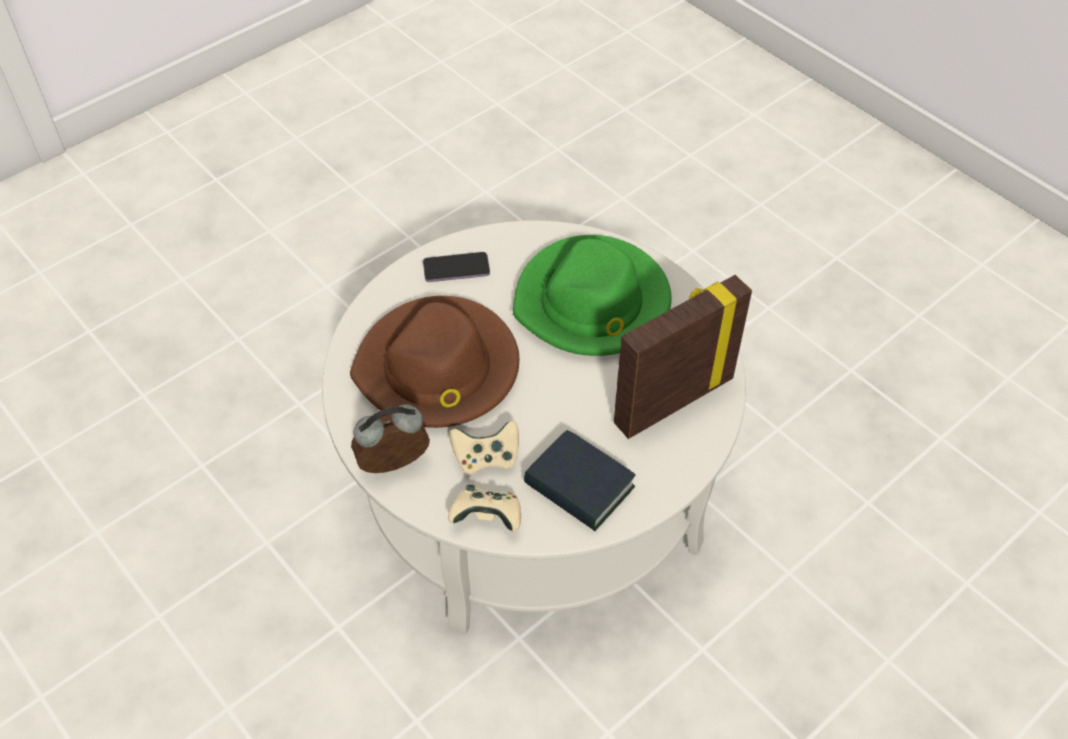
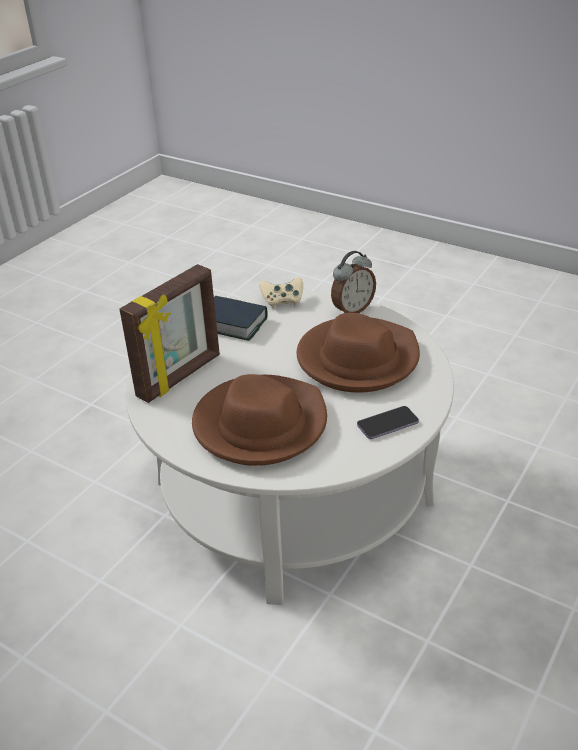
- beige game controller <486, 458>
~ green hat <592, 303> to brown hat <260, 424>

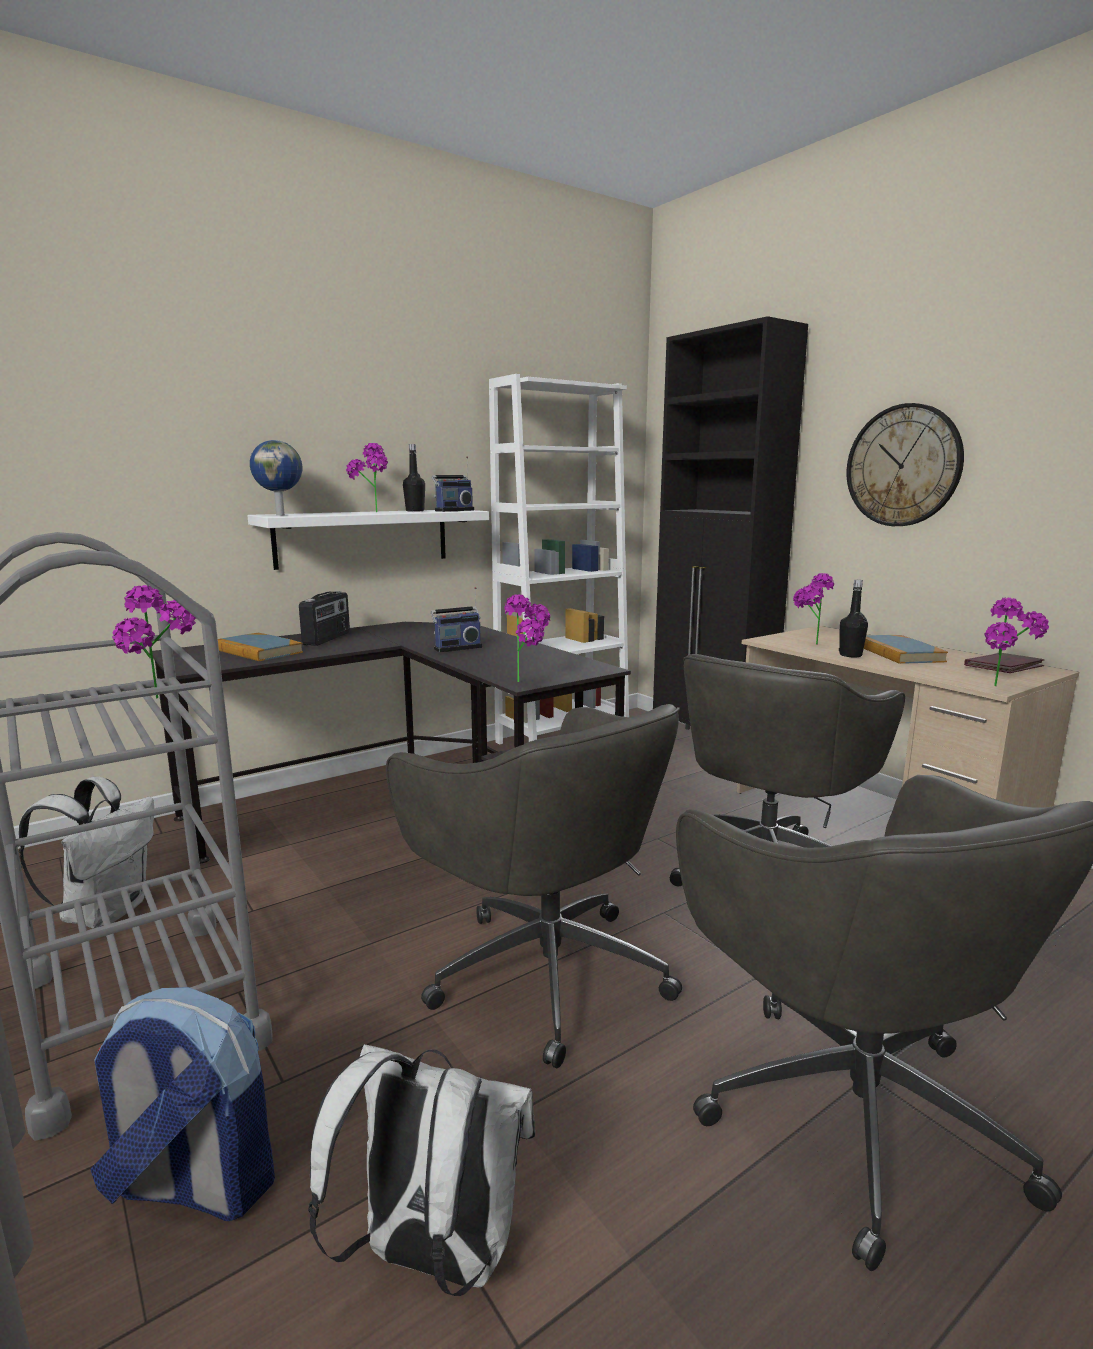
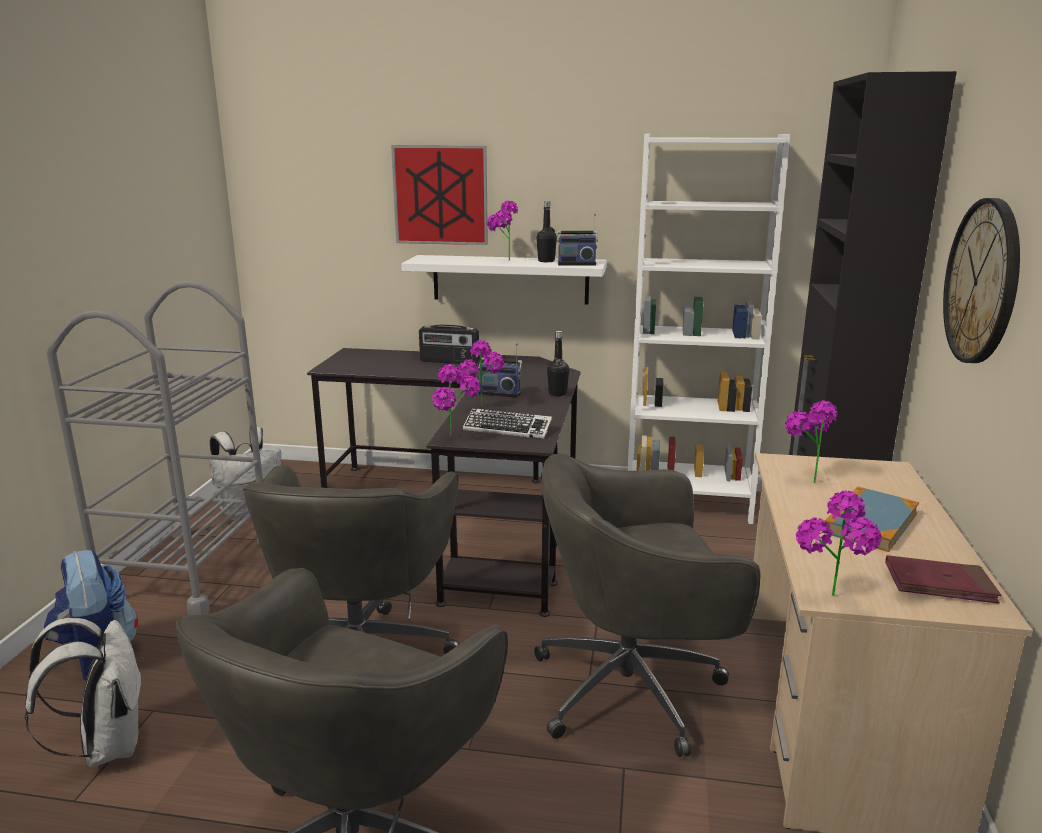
- book <258, 651>
- globe <281, 515>
+ picture <440, 195>
+ keyboard <507, 429>
~ potted plant <164, 700> to <482, 408>
~ black bottle <850, 655> to <557, 394>
~ radio <327, 639> = <449, 362> 45 degrees clockwise

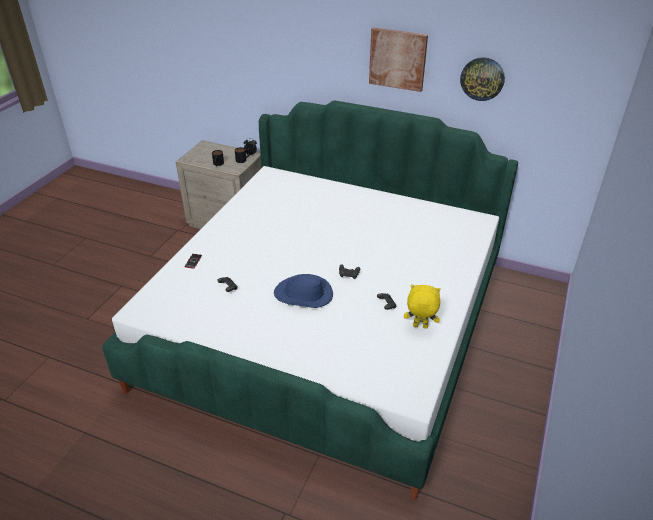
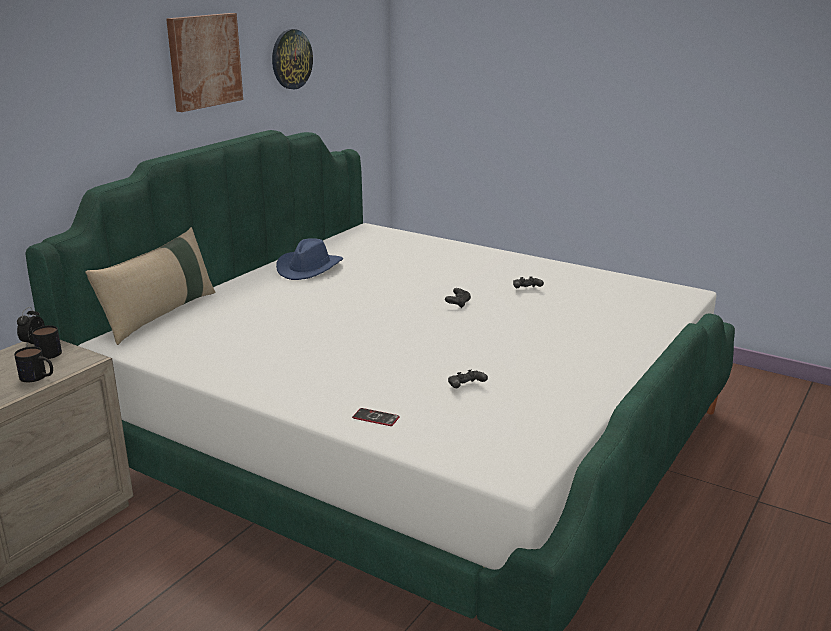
- yellow plush toy <420, 327>
+ beige pillow <160, 315>
~ blue hat <303, 295> to <309, 268>

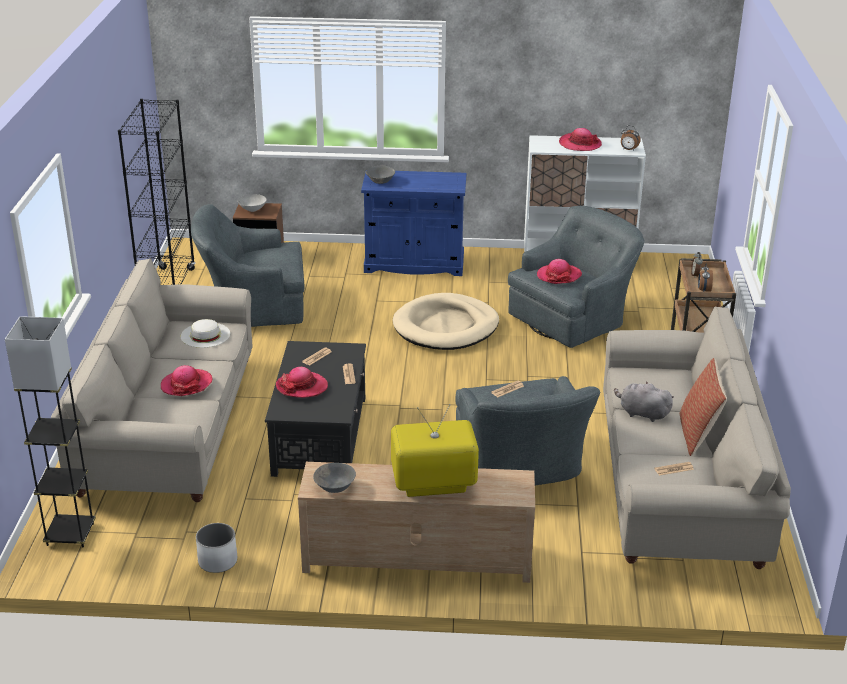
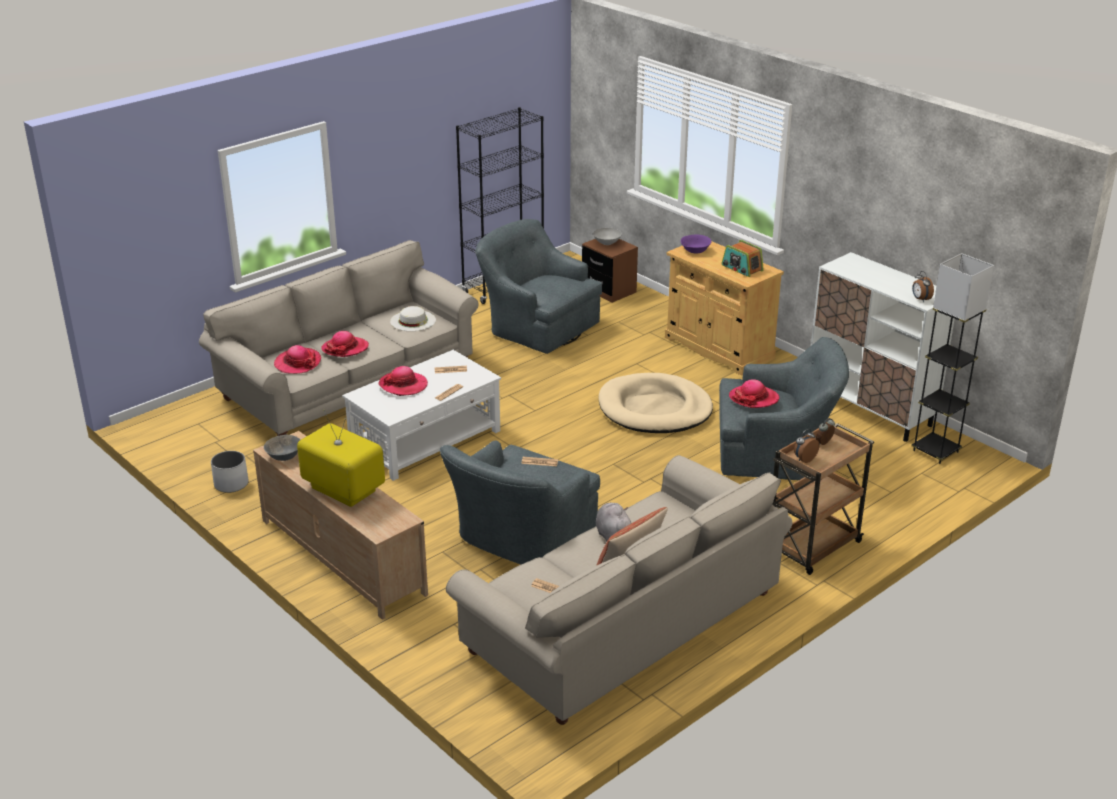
+ radio <742, 268>
~ grey floor lamp <70, 534> to <935, 451>
~ hat <580, 144> to <297, 363>
~ black coffee table <320, 435> to white coffee table <426, 440>
~ blue cabinet <414, 264> to beige cabinet <718, 348>
~ grey bowl <380, 181> to purple bowl <695, 250>

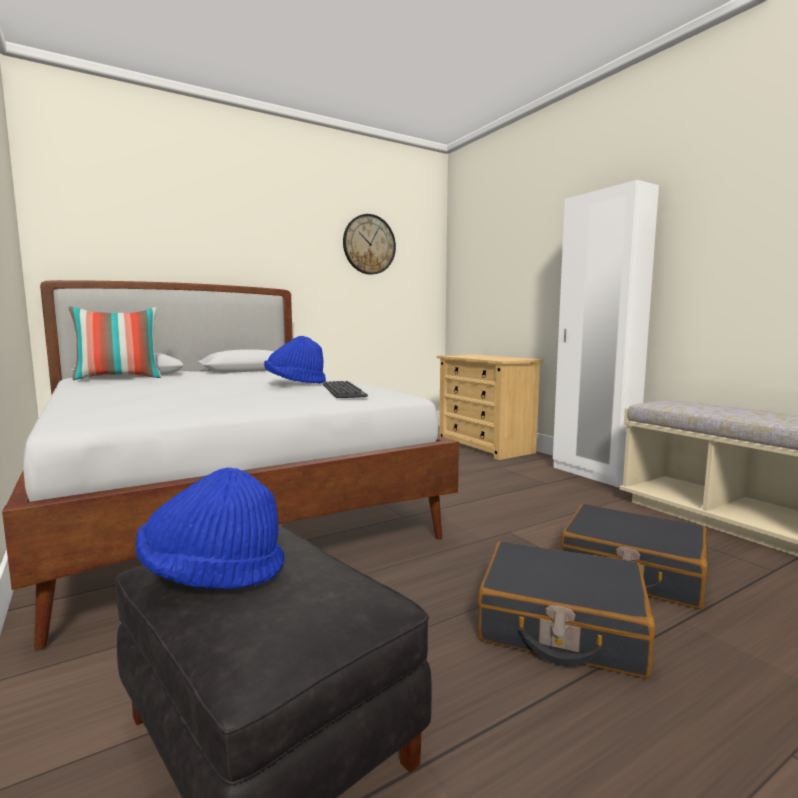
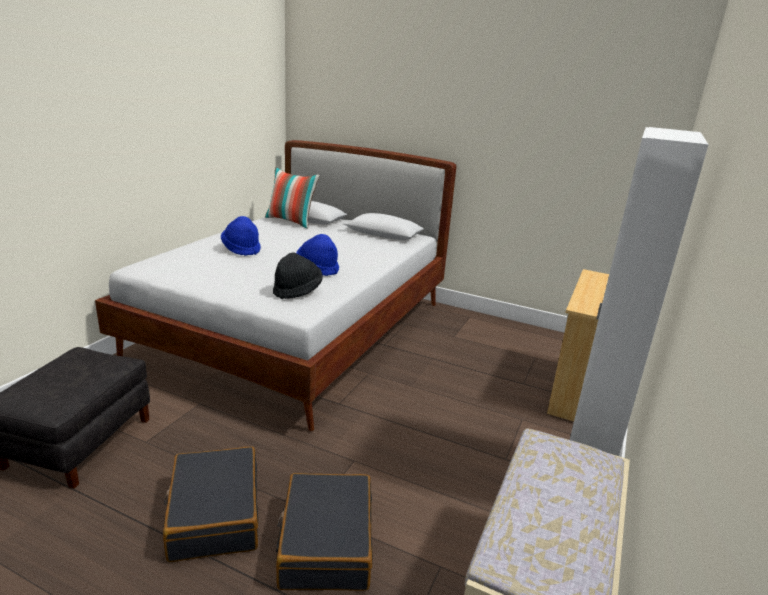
- wall clock <369, 244>
~ blue hat <213, 574> to <241, 249>
~ keyboard <343, 391> to black hat <297, 291>

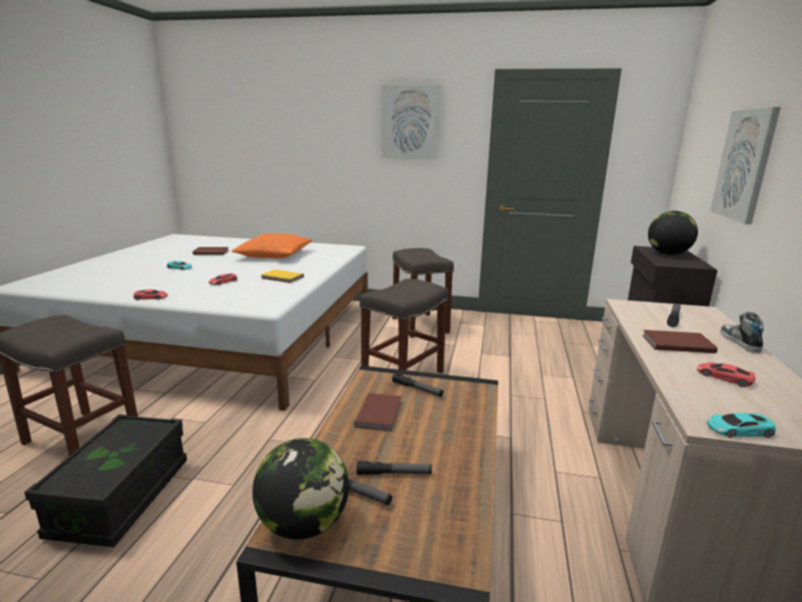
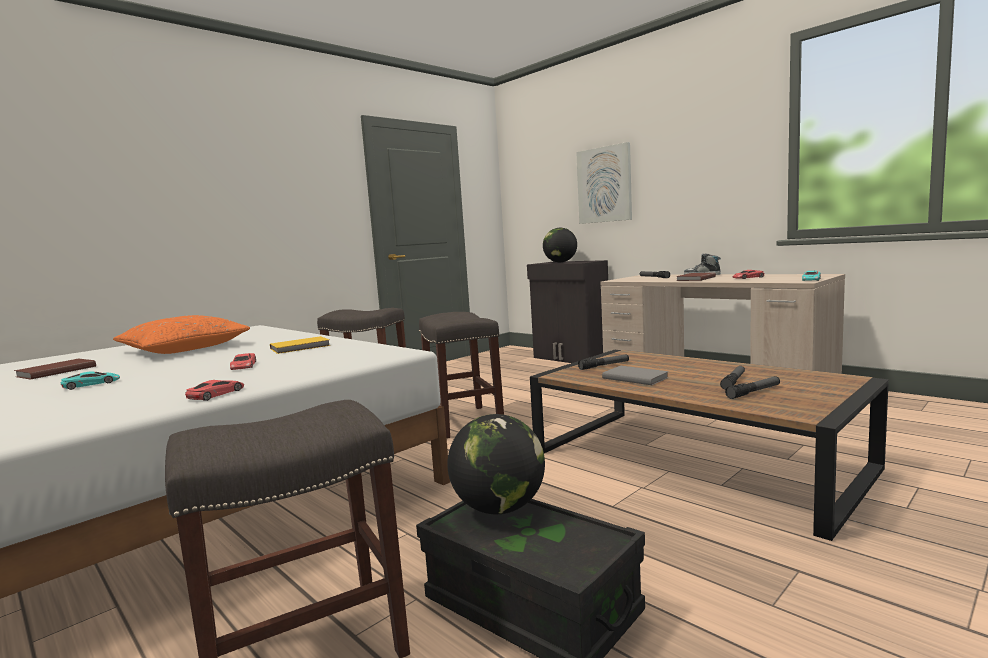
- picture <410, 122>
~ globe <303, 524> to <499, 508>
~ brown book <380, 413> to grey book <635, 377>

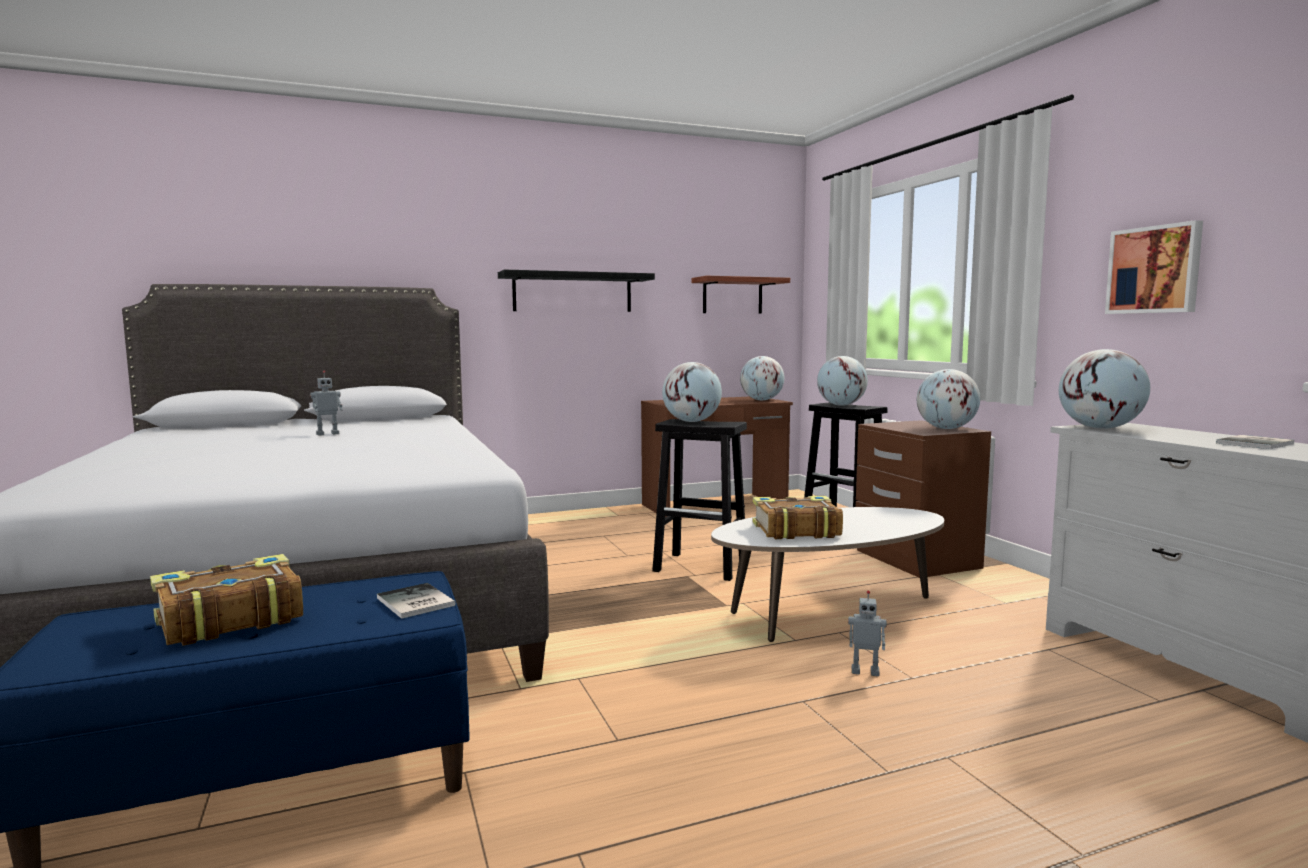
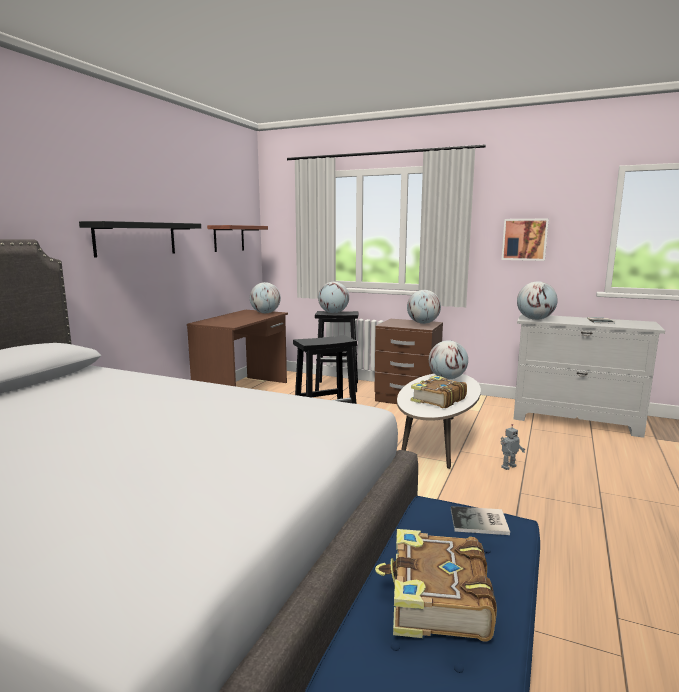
- toy robot <327, 434>
~ globe <691, 421> to <447, 378>

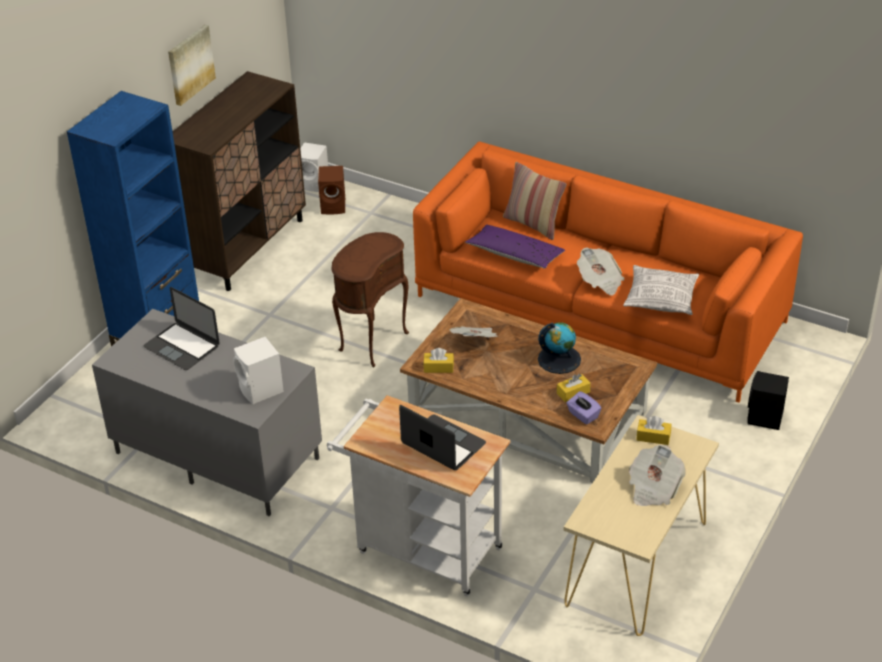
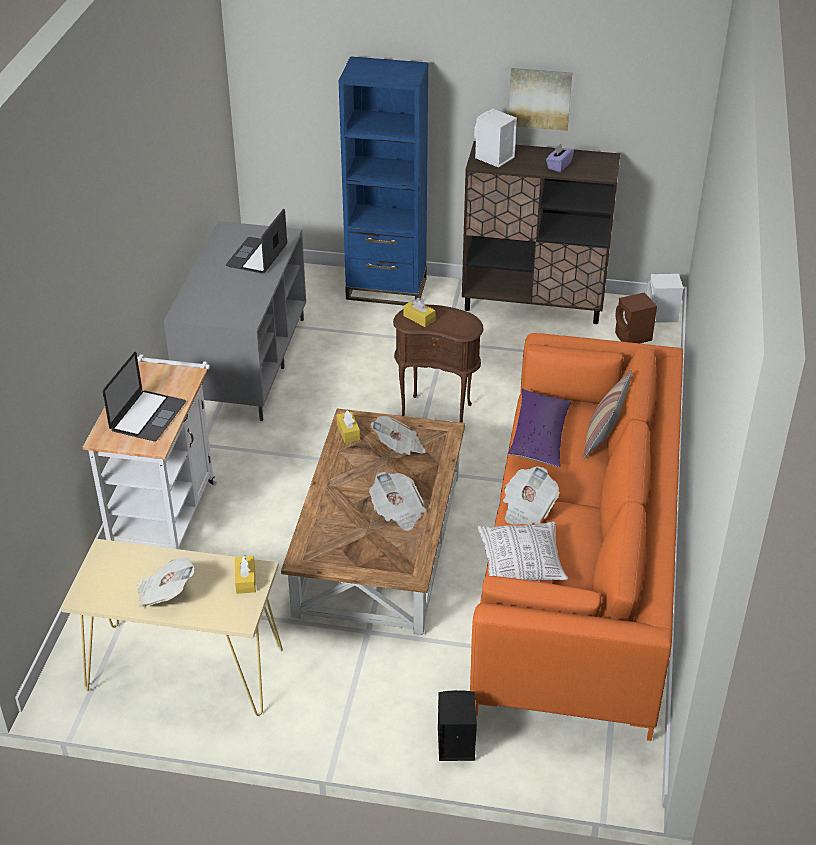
~ white speaker <261, 390> to <493, 158>
~ yellow tissue box <573, 393> to <419, 318>
~ purple tissue box <583, 415> to <559, 166>
~ globe <559, 359> to newspaper <397, 512>

